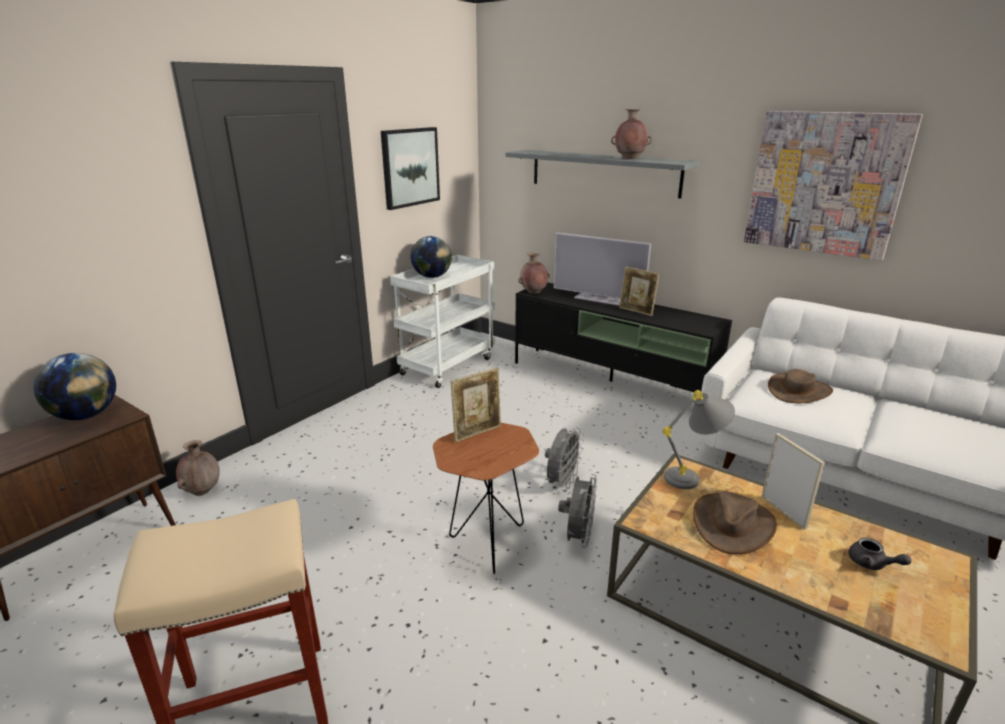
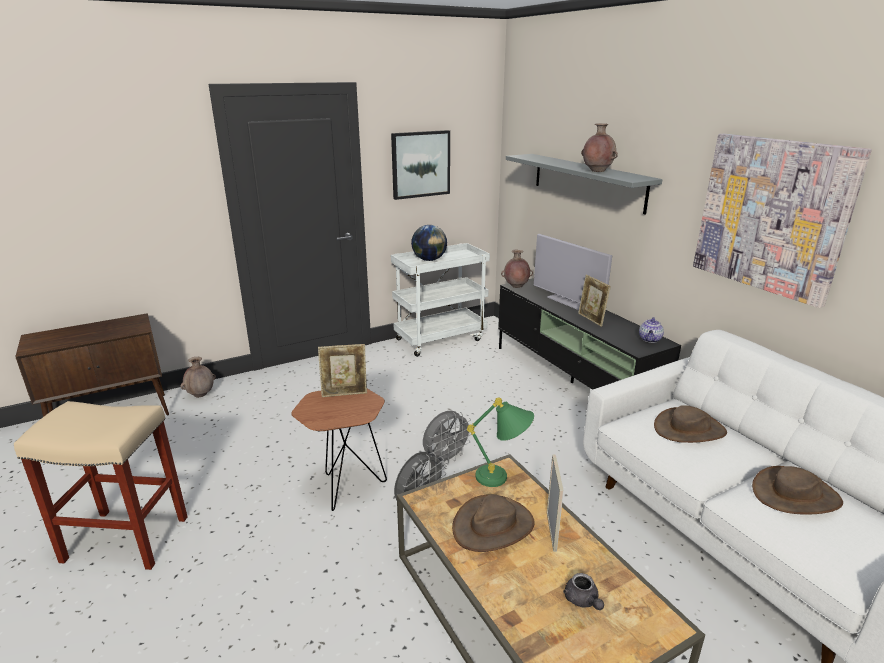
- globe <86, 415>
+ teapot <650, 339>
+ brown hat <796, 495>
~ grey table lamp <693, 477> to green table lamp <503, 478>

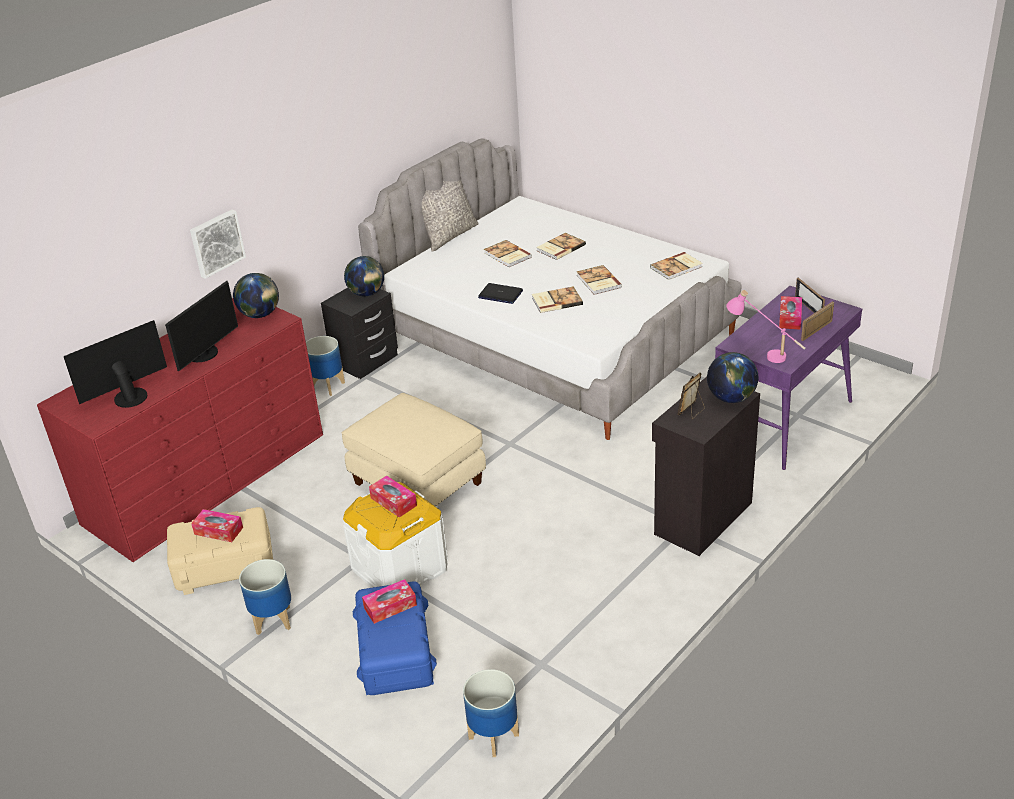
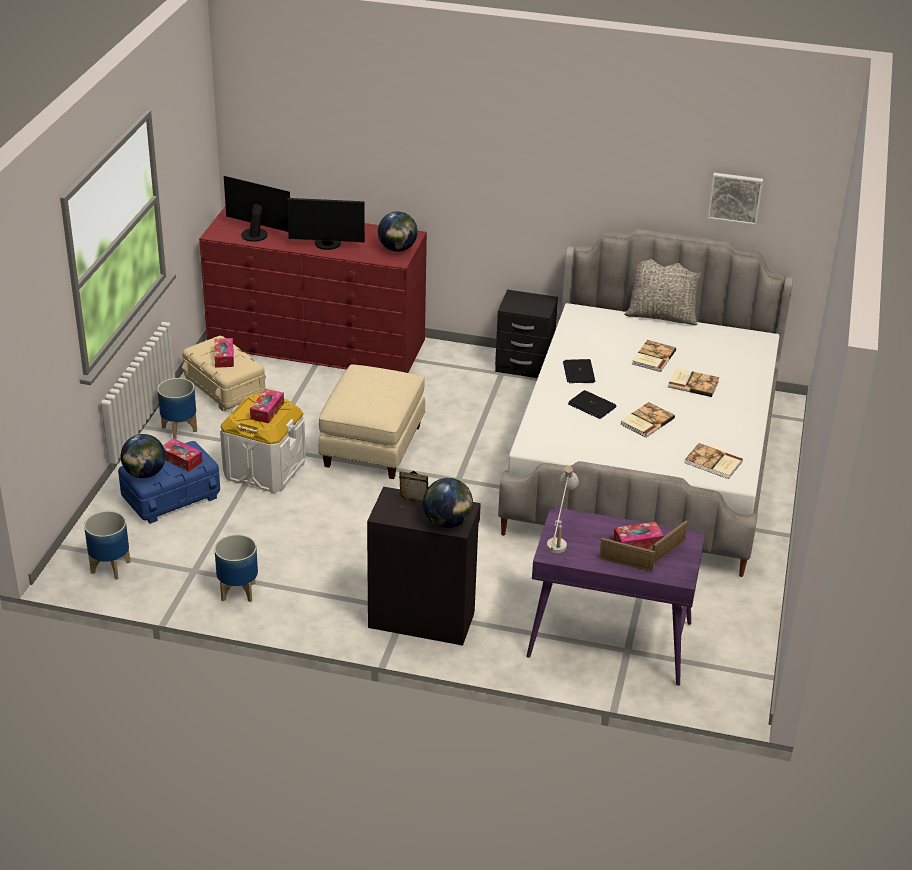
~ picture <216, 243> to <735, 197>
~ planter <327, 386> to <237, 591>
~ globe <366, 294> to <144, 474>
~ book <556, 301> to laptop <591, 405>
~ pink table lamp <763, 353> to white table lamp <559, 537>

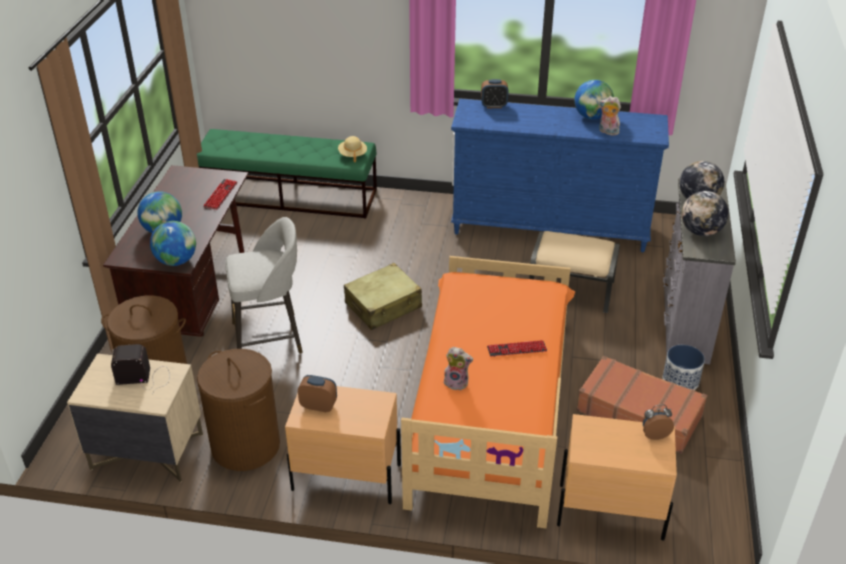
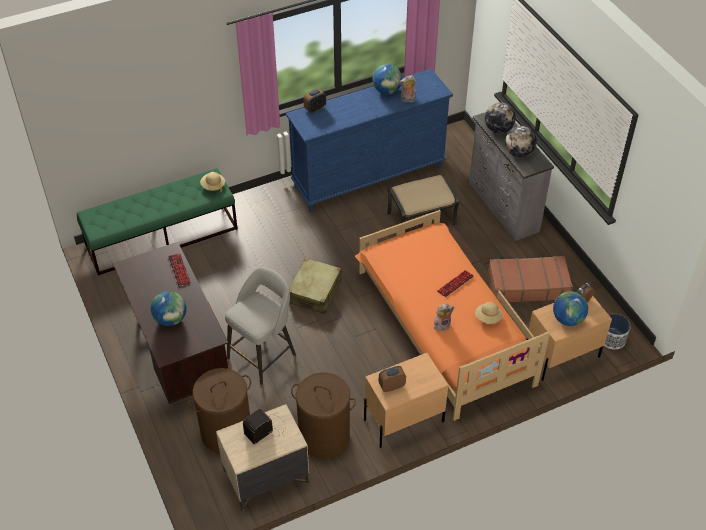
+ beige hat <488, 318>
~ globe <176, 261> to <567, 319>
~ planter <680, 381> to <612, 339>

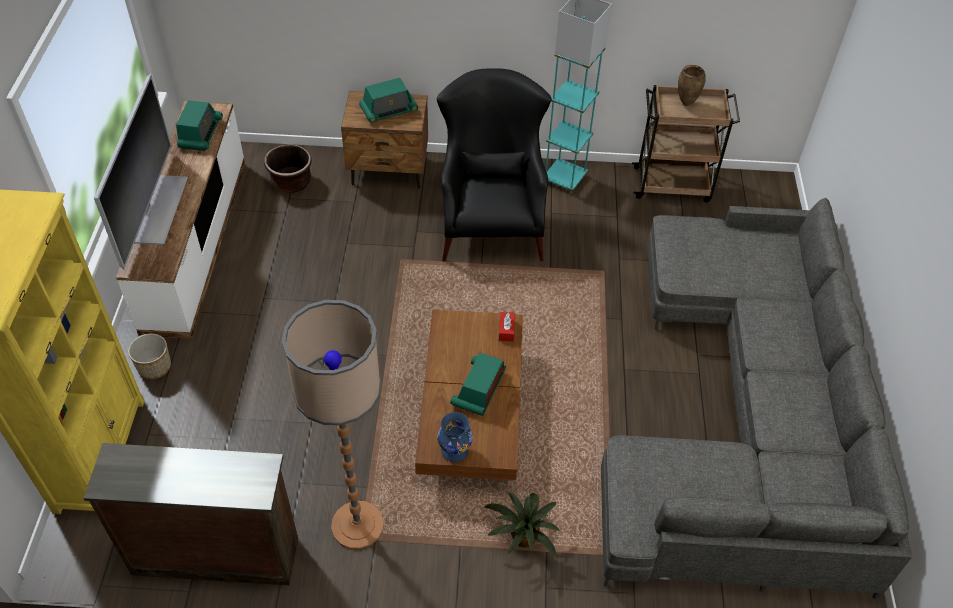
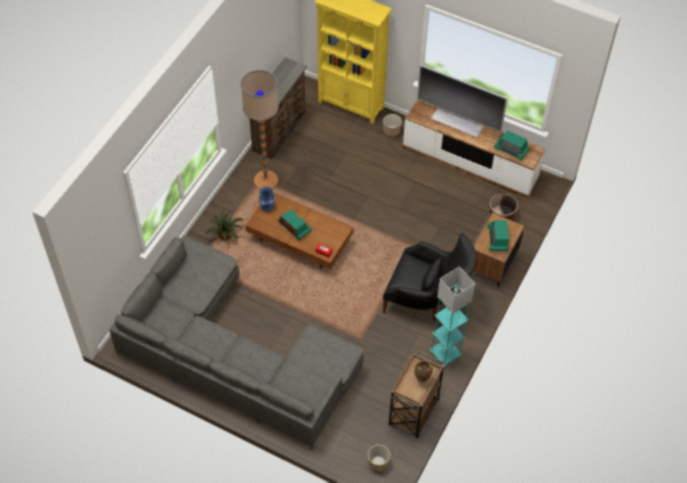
+ planter <378, 462>

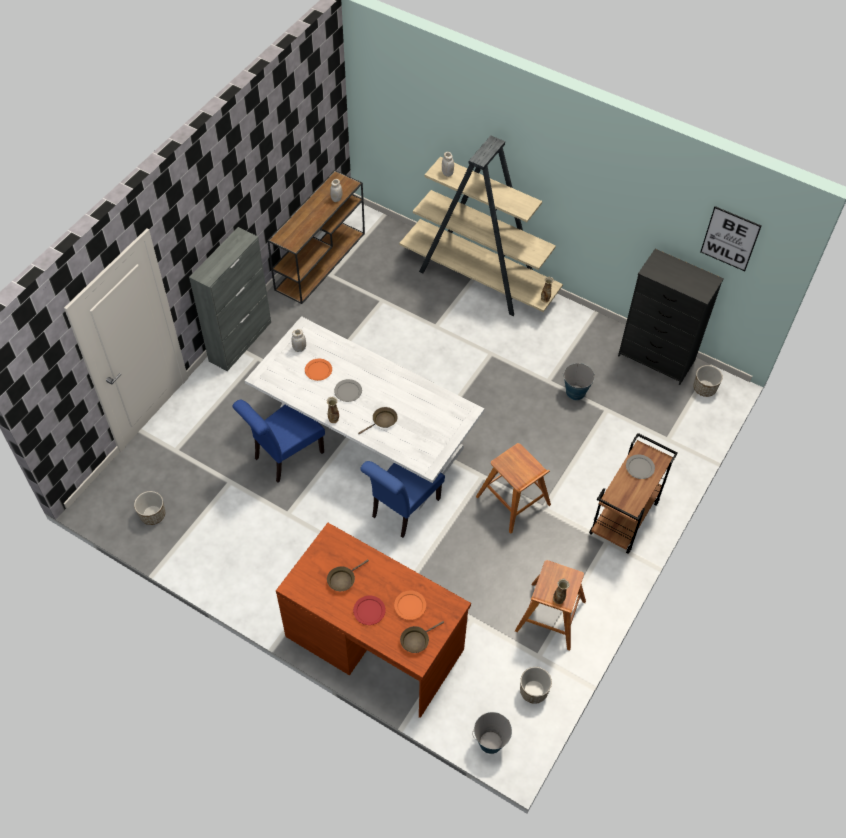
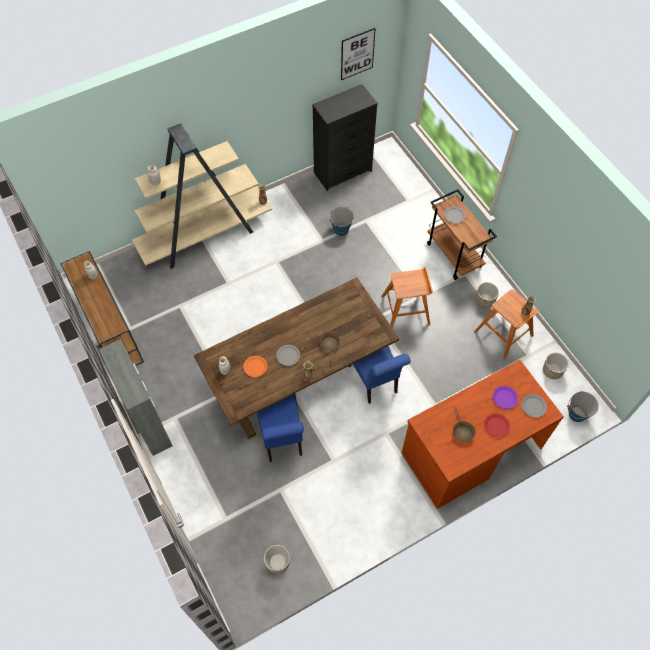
~ planter <704, 388> to <484, 300>
~ brown frying pan <416, 640> to grey plate <533, 406>
~ white dining table <366, 438> to brown dining table <299, 375>
~ orange plate <410, 605> to purple plate <504, 397>

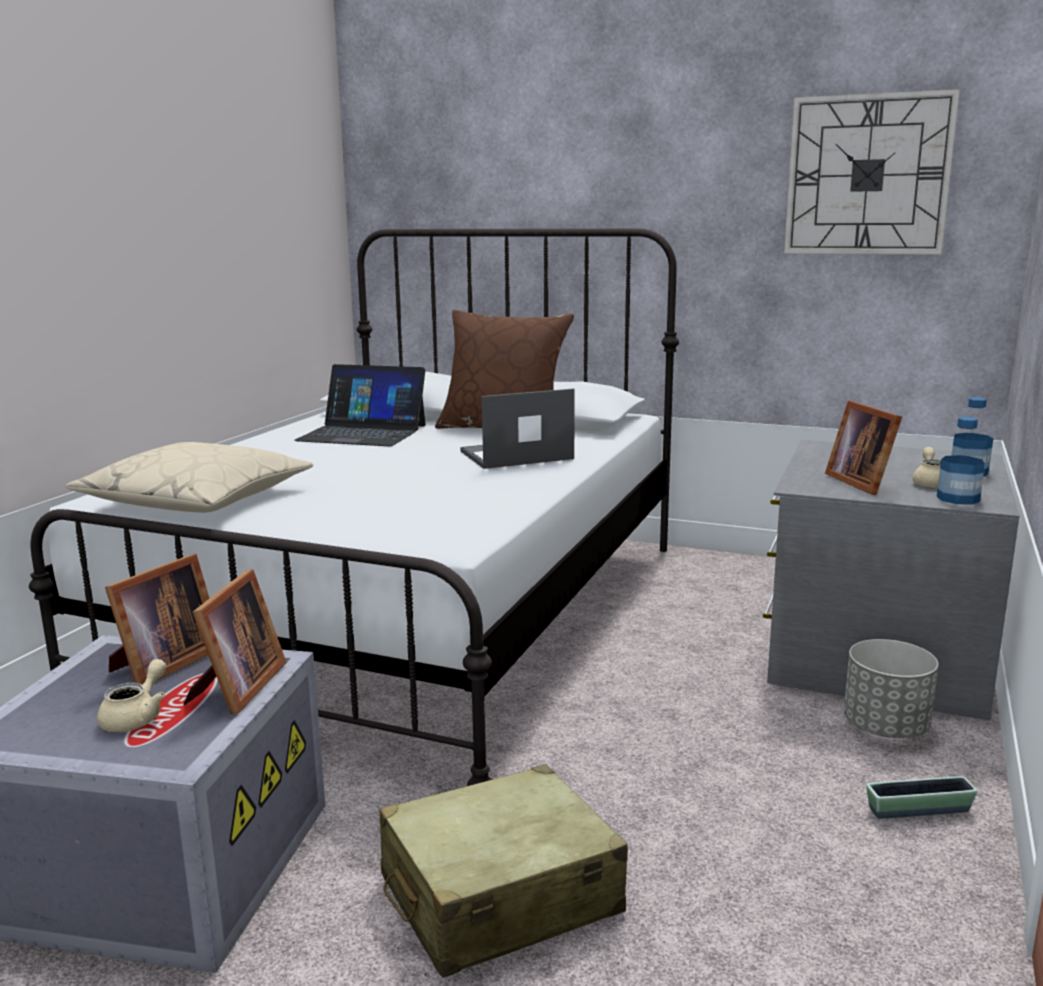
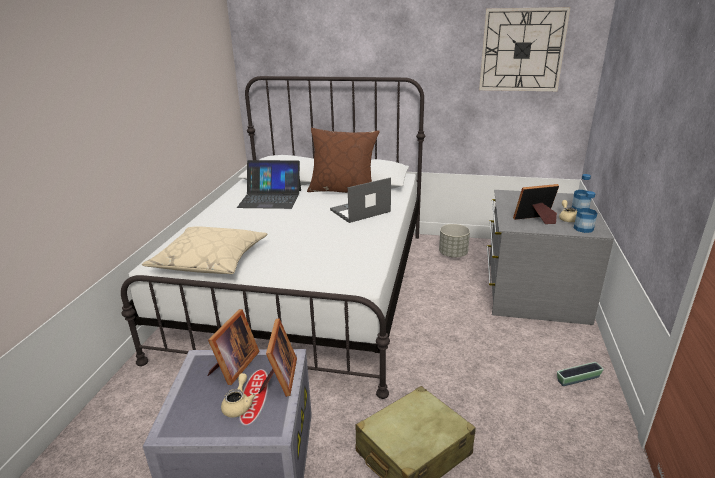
~ grey planter <886, 727> to <453, 254>
~ picture frame <862, 482> = <536, 220> 105 degrees clockwise

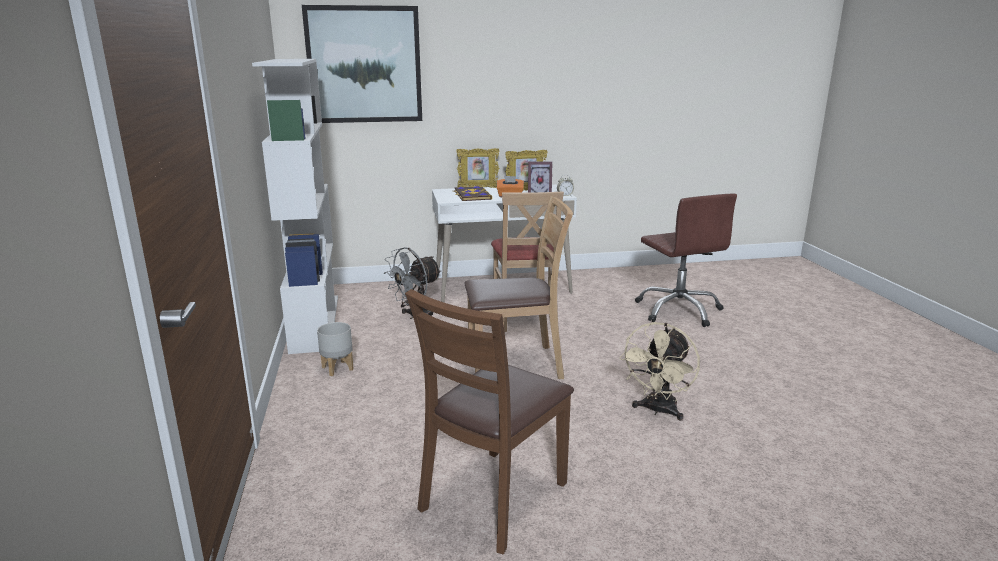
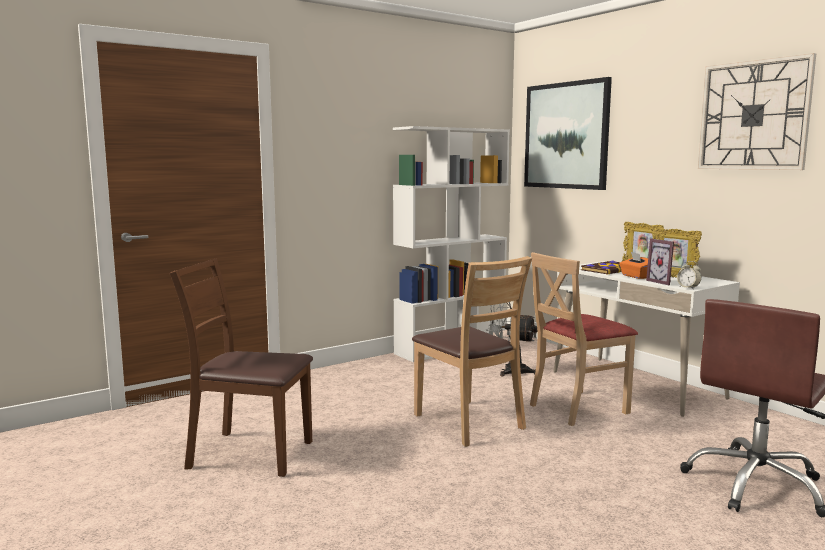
- grey planter <337, 368>
- beige fan <658, 411>
+ wall clock <753, 115>

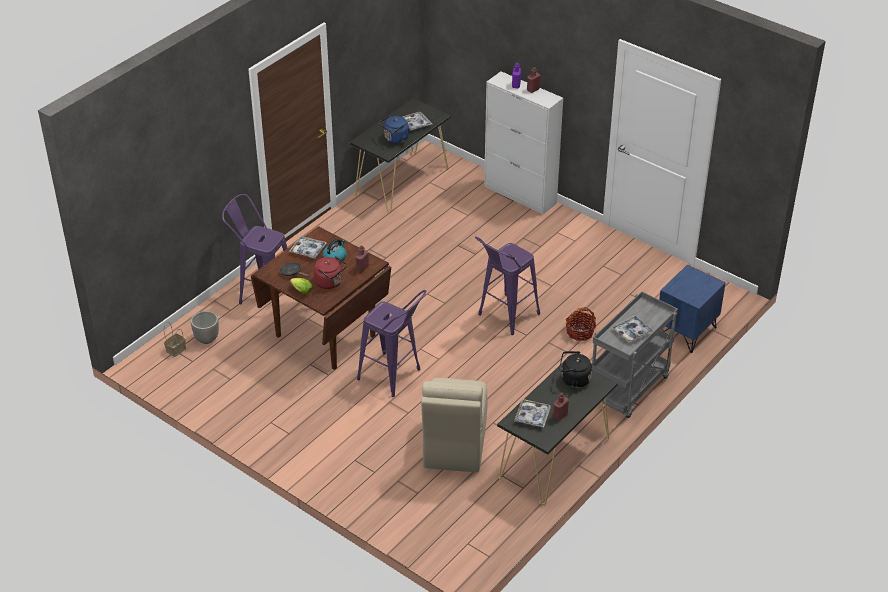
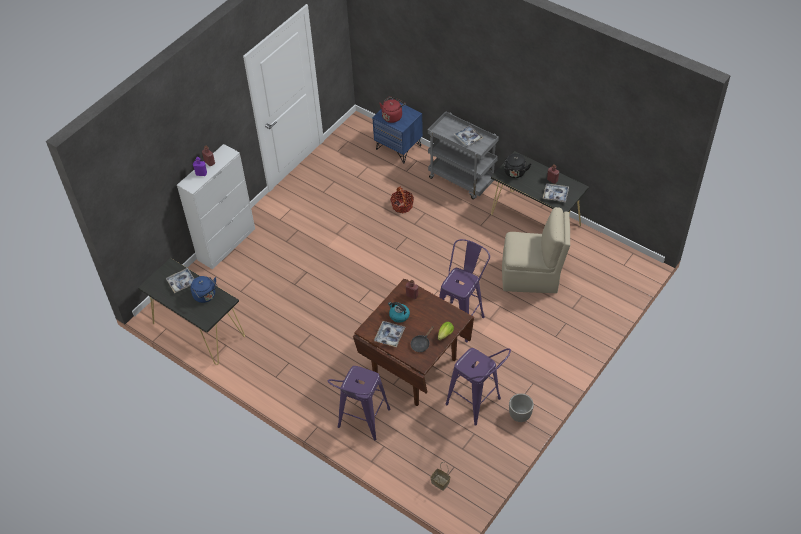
~ planter <207, 339> to <519, 415>
~ red kettle <330, 282> to <392, 116>
~ purple stool <504, 317> to <477, 405>

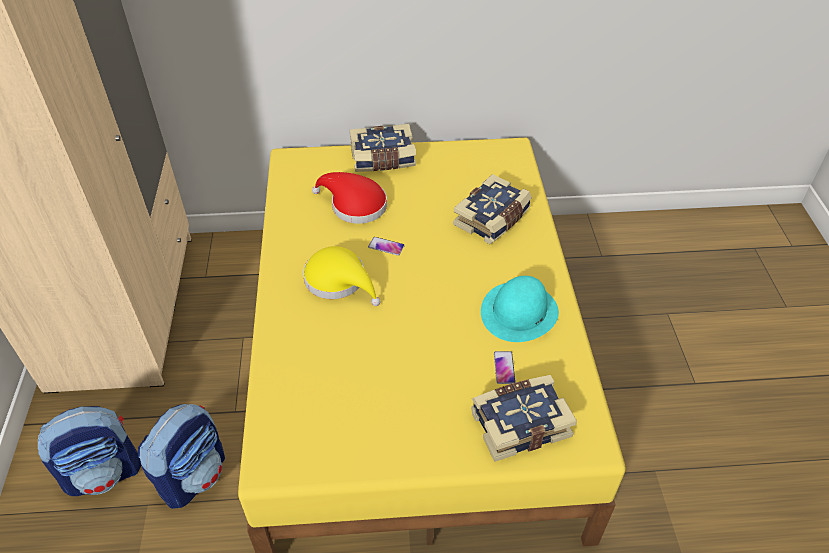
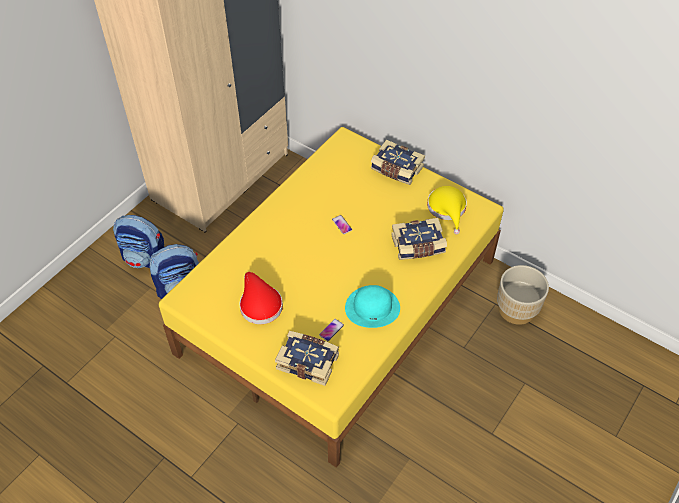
+ beige planter <516, 309>
~ yellow hat <339, 281> to <447, 209>
~ red hat <354, 205> to <259, 304>

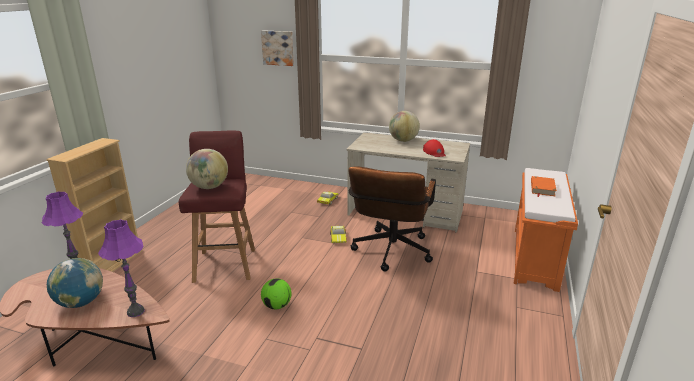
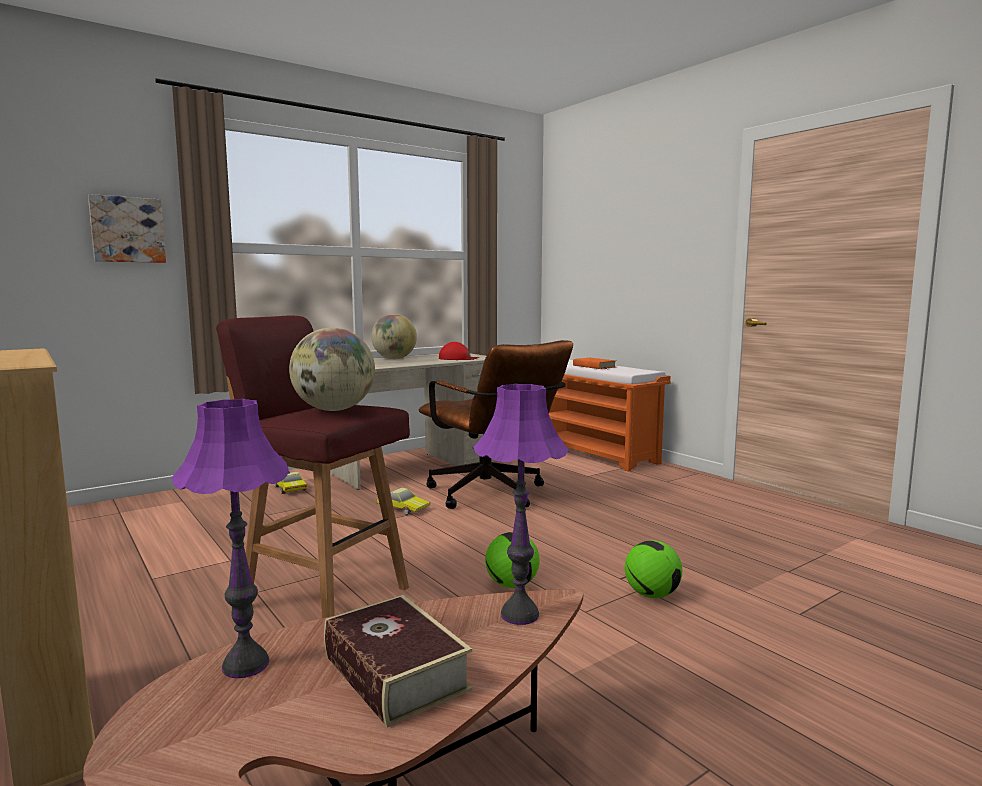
+ football <651, 595>
~ globe <81, 303> to book <395, 673>

